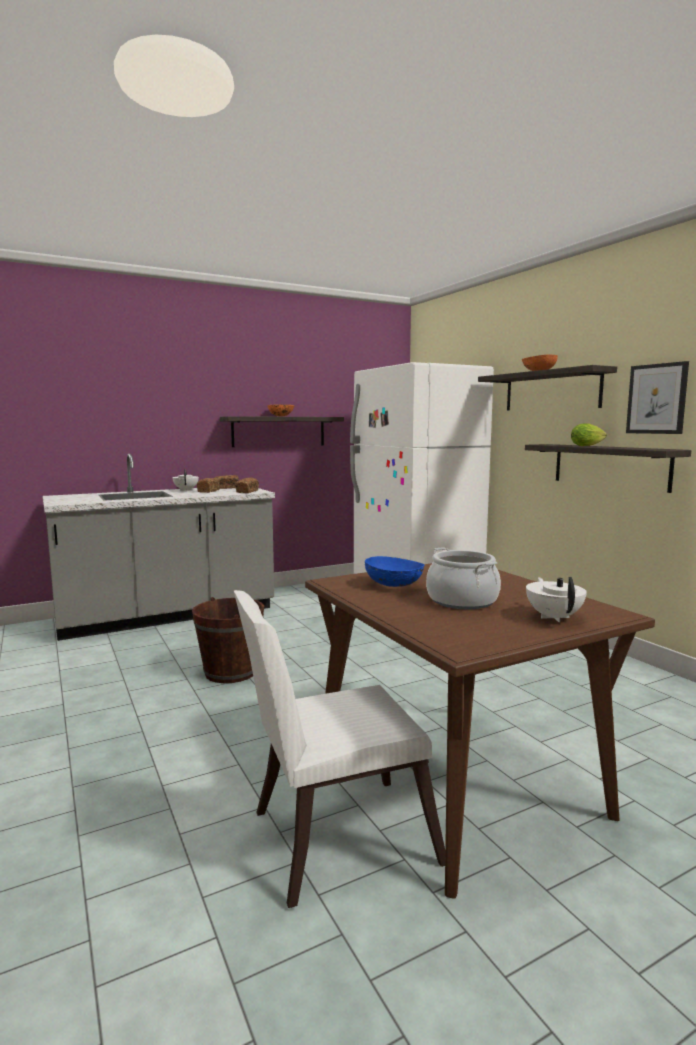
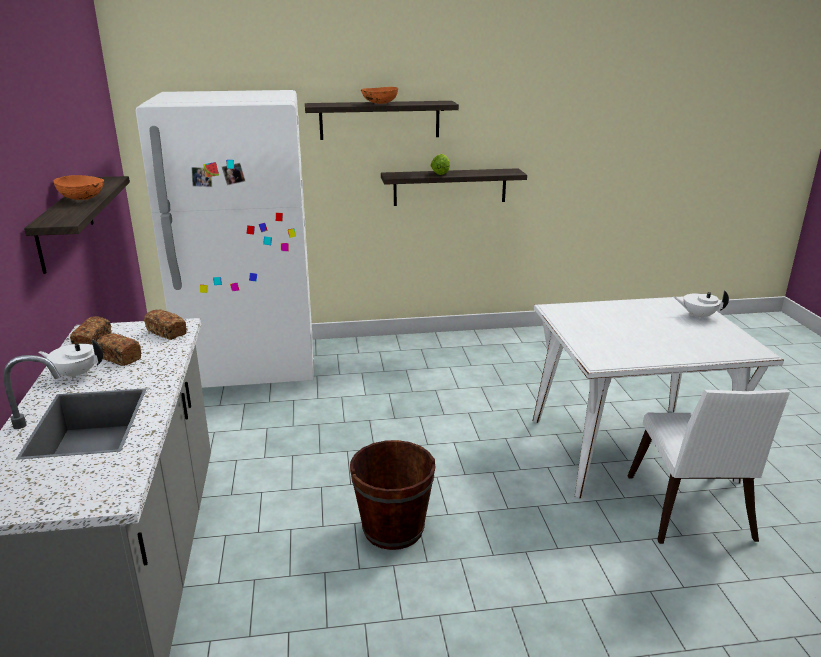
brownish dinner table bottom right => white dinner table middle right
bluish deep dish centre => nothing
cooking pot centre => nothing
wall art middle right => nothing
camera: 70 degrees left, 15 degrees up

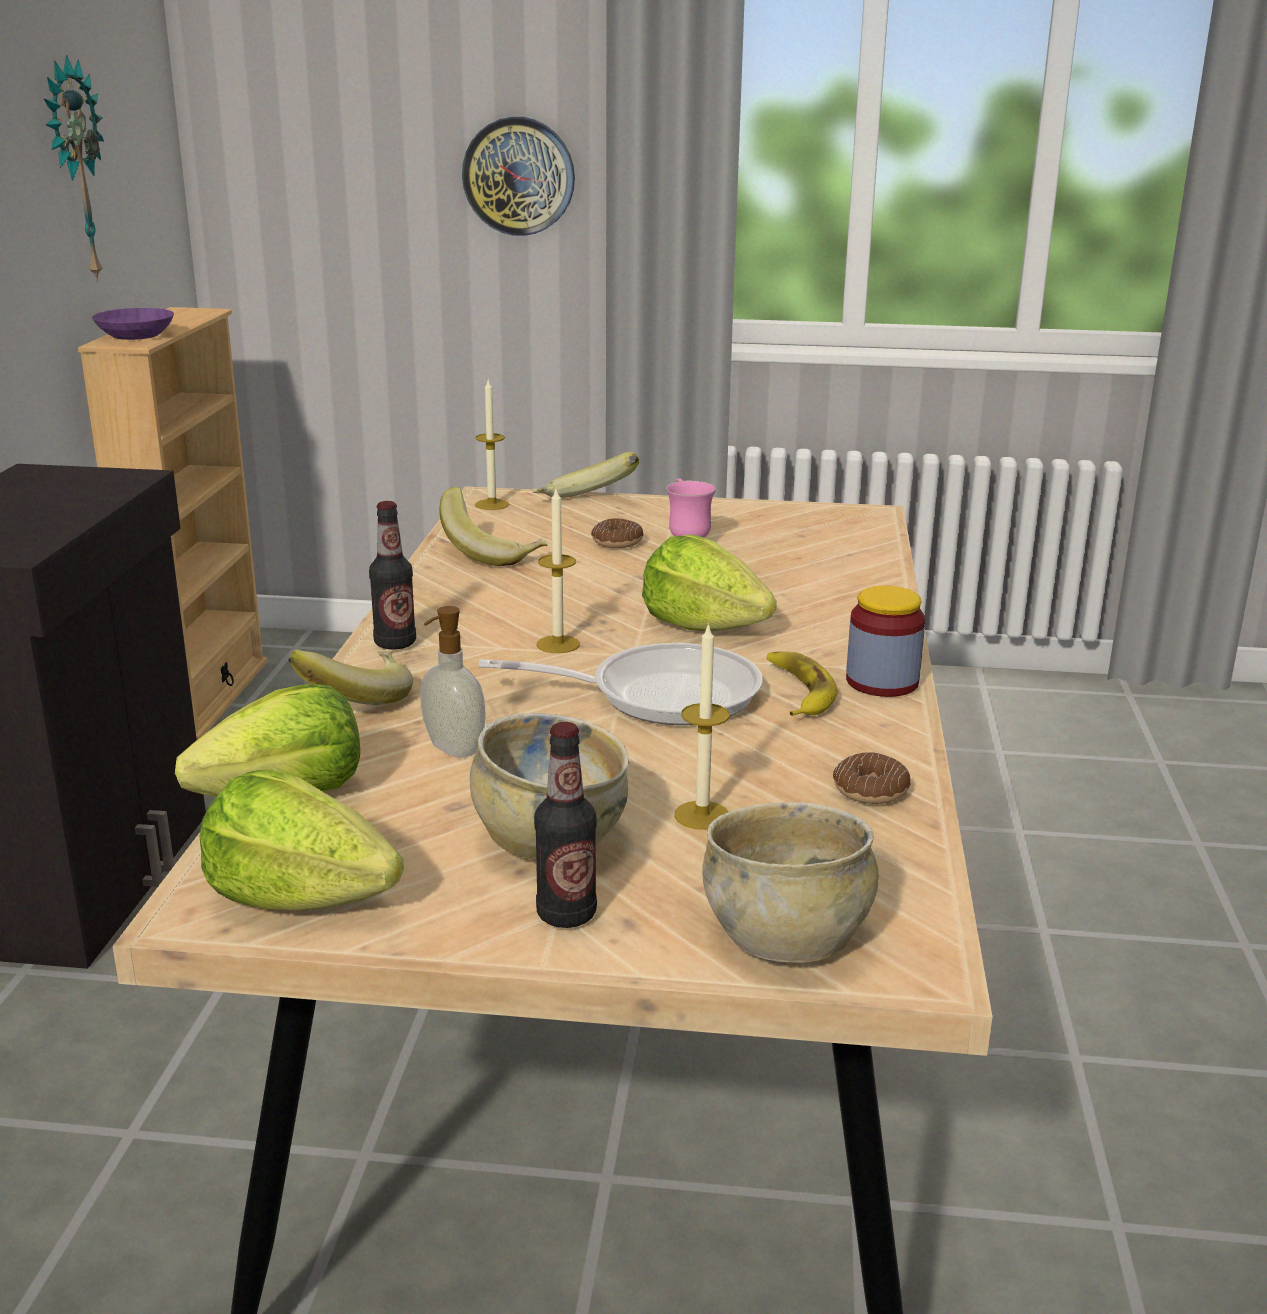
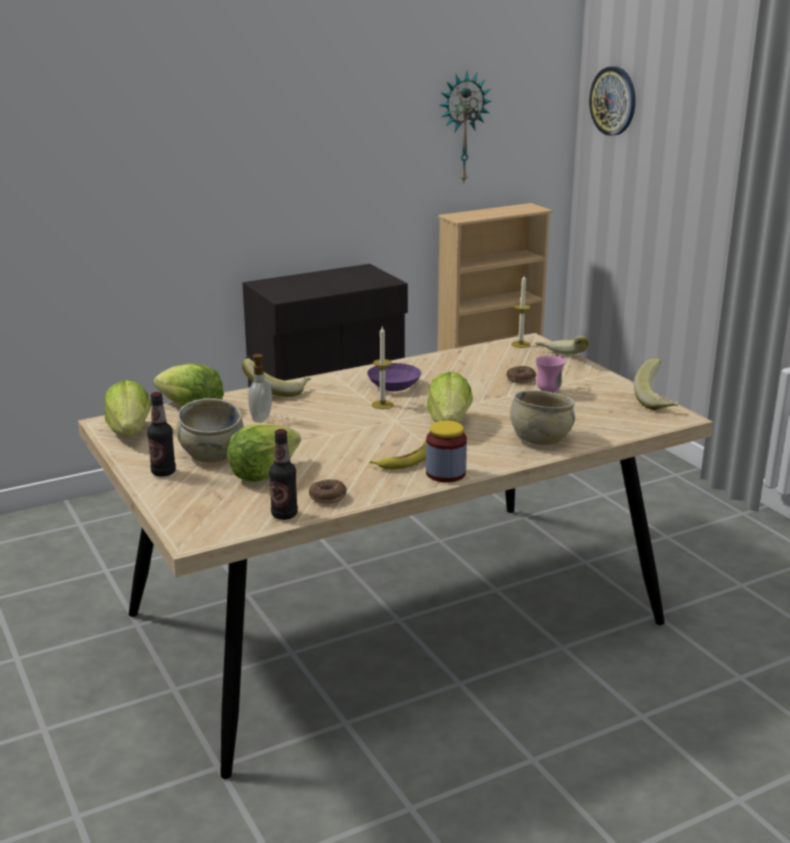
wax candle (no. 3 from left) centre => lettuce head (no. 3 from left) centre
drink bottle (no. 1 from left in the first image) middle left => drink bottle (no. 2 from left) centre, relocated
purple deep dish top left => purple deep dish centre, relocated
sand-coloured deep dish (no. 2 from left) bottom centre => sand-coloured deep dish (no. 2 from left) middle right, relocated
hanging clock (no. 2 from left) top centre => hanging clock (no. 2 from left) top right, relocated
whole banana (no. 2 from left in the first image) centre => whole banana (no. 4 from left) middle right, relocated
frying pan centre => nothing
camera: 55 degrees right, 0 degrees up

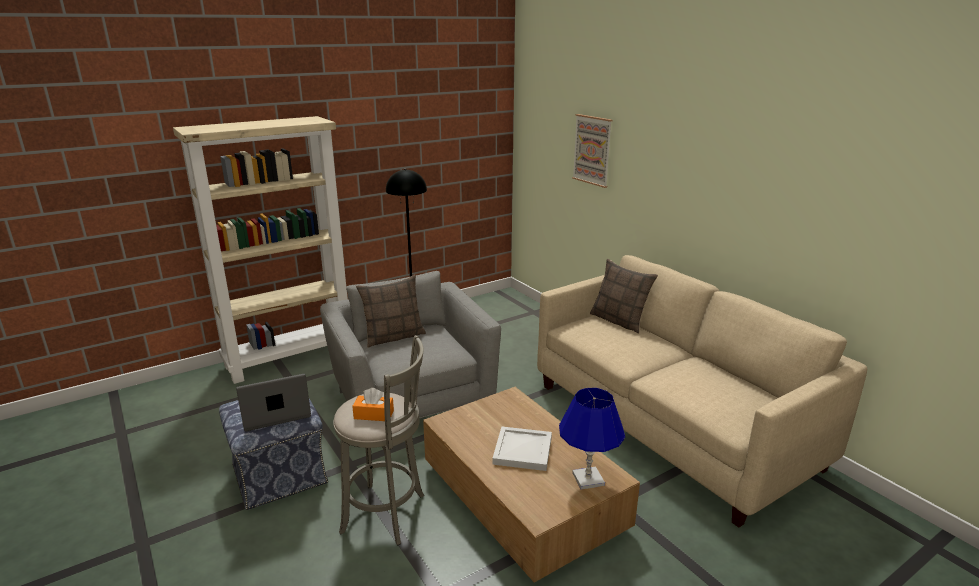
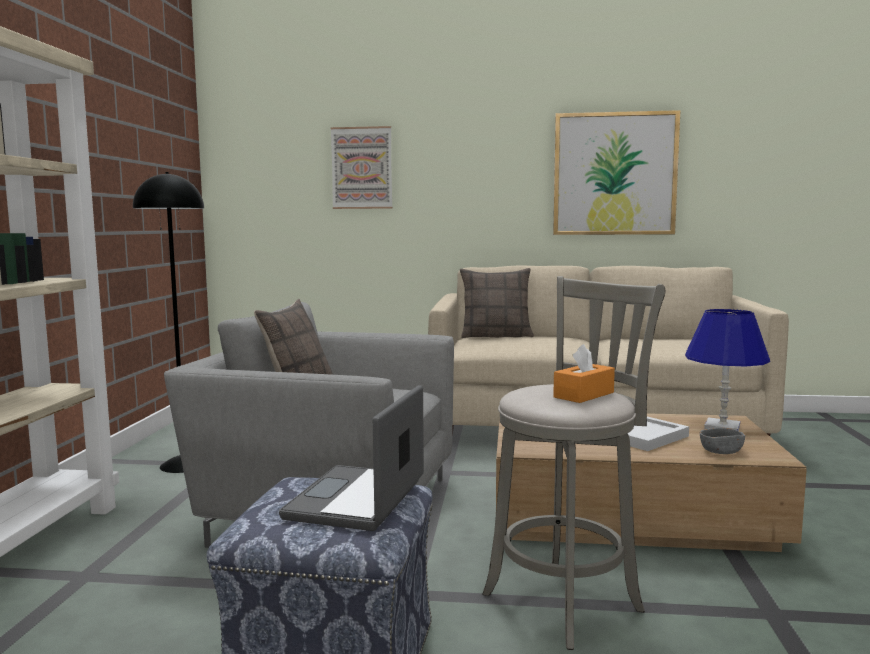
nothing => wall art (no. 2 from left) top right
nothing => gray deep dish bottom right
camera: 50 degrees left, 15 degrees down

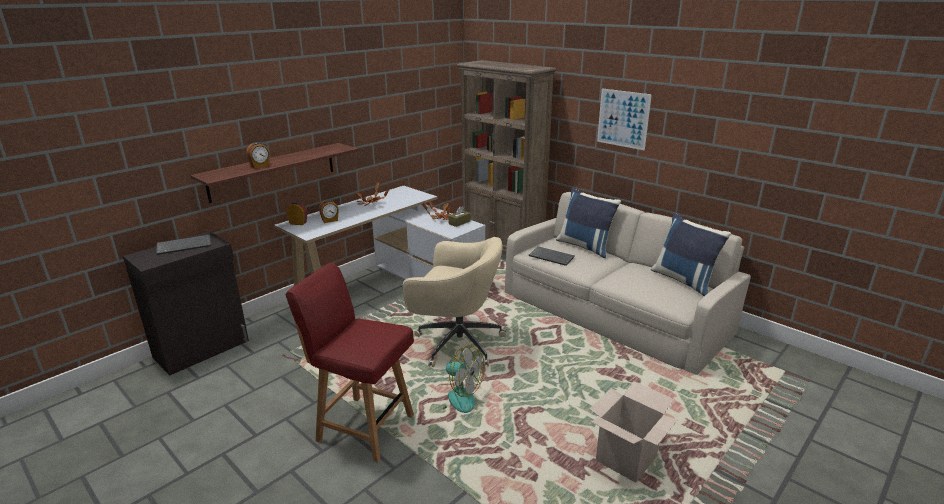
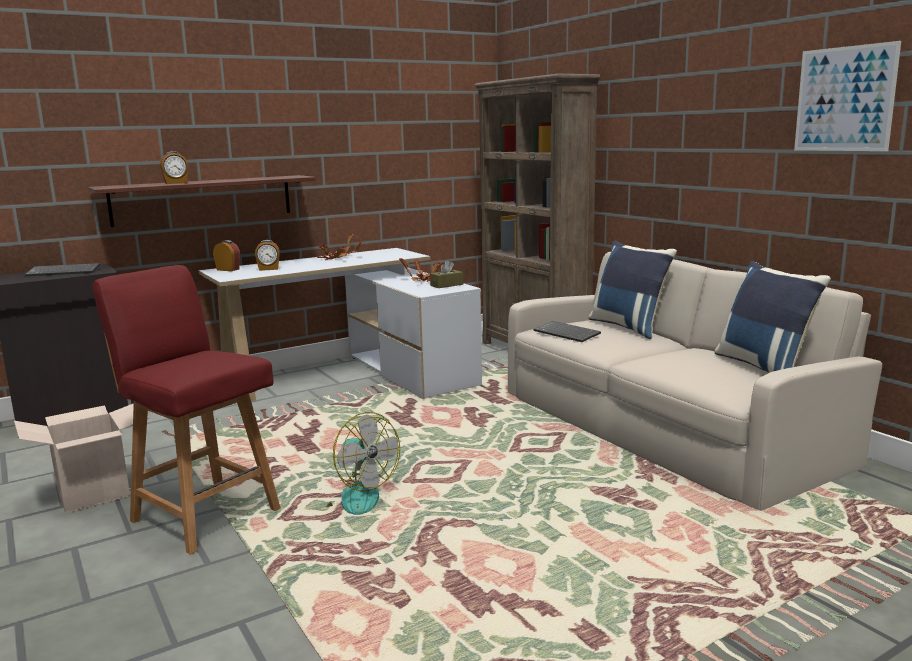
packing box bottom right => packing box bottom left, relocated
wall art top centre => wall art top right, relocated
sand-coloured office chair centre => nothing
camera: 15 degrees right, 10 degrees down

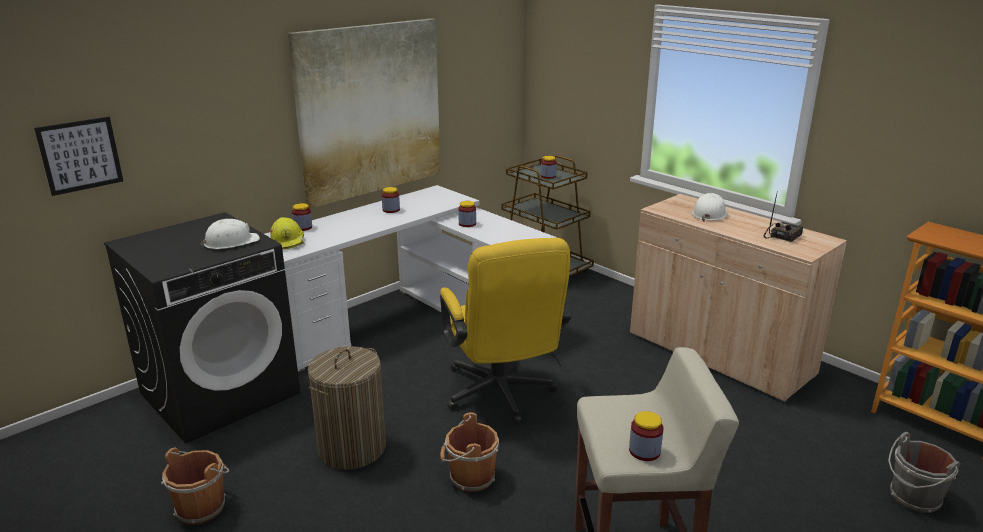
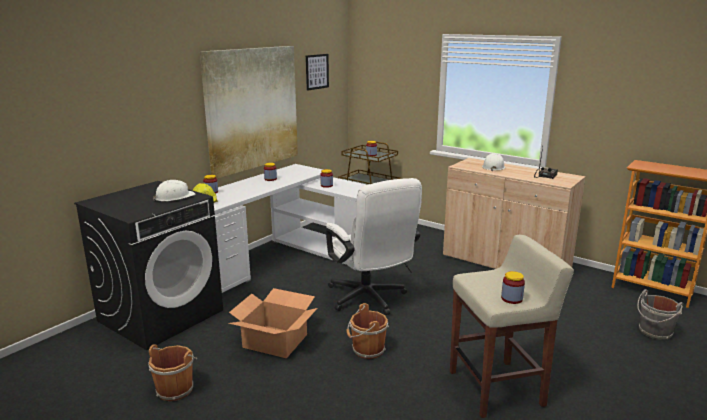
laundry basket bottom centre => packing box bottom centre
wall art (no. 1 from left in the first image) top left => wall art (no. 2 from left) top centre, relocated
yellow office chair centre => white office chair centre
camera: 10 degrees left, 5 degrees down

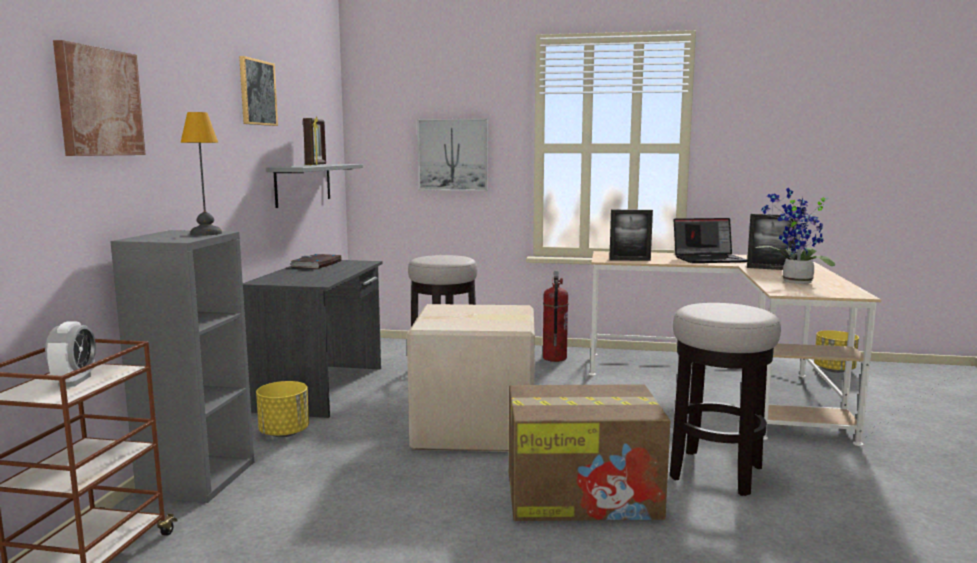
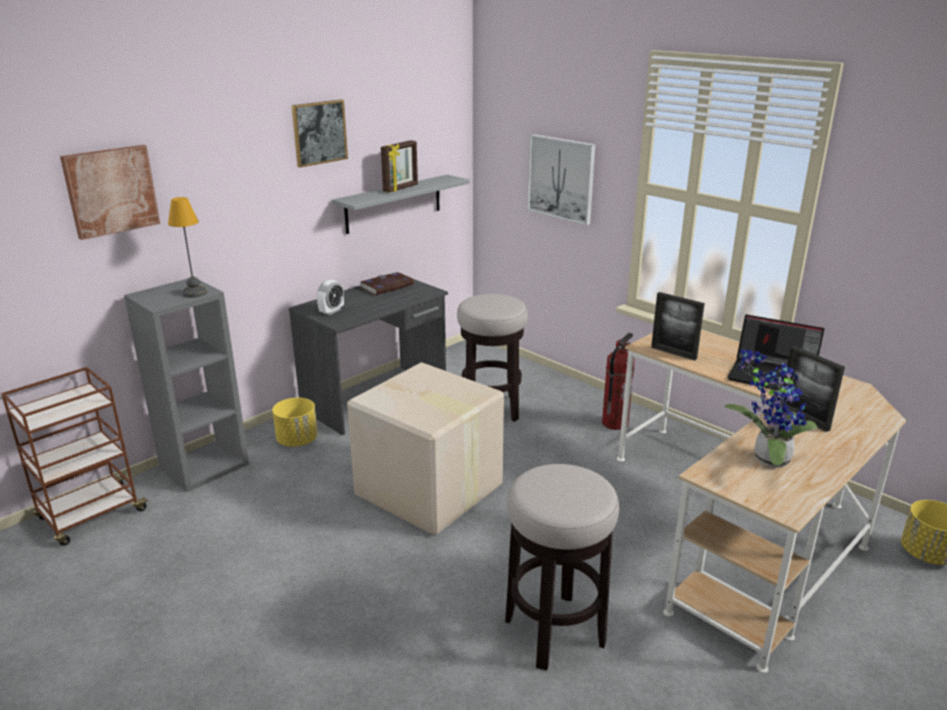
table clock middle left => table clock centre, relocated
packing box (no. 2 from left) bottom centre => nothing
camera: 35 degrees right, 15 degrees up

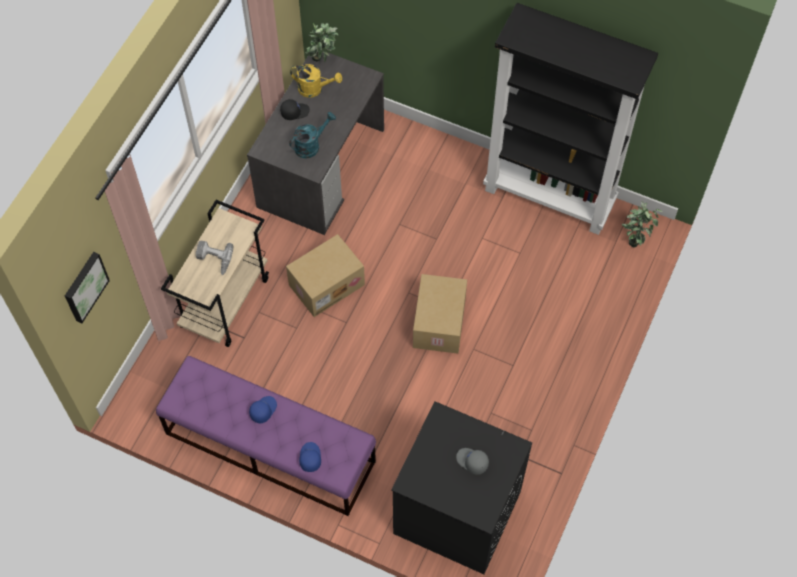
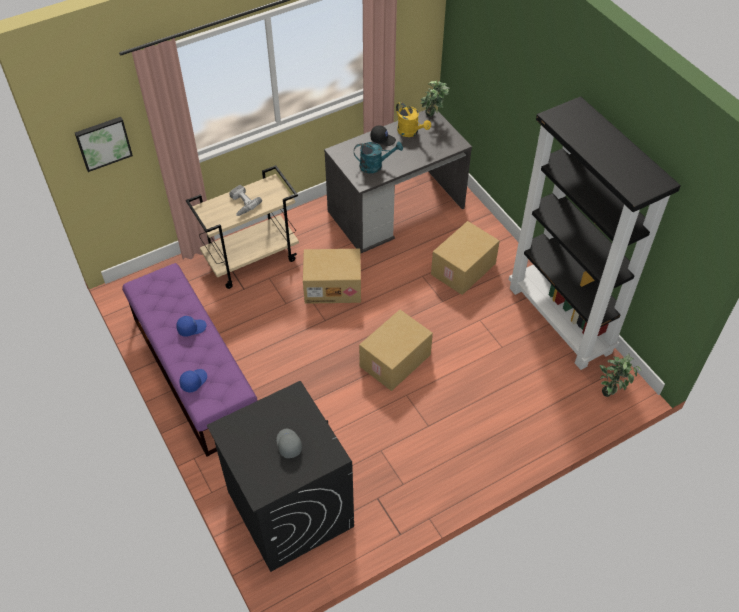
nothing => packing box (no. 3 from left) centre
camera: 35 degrees right, 10 degrees down

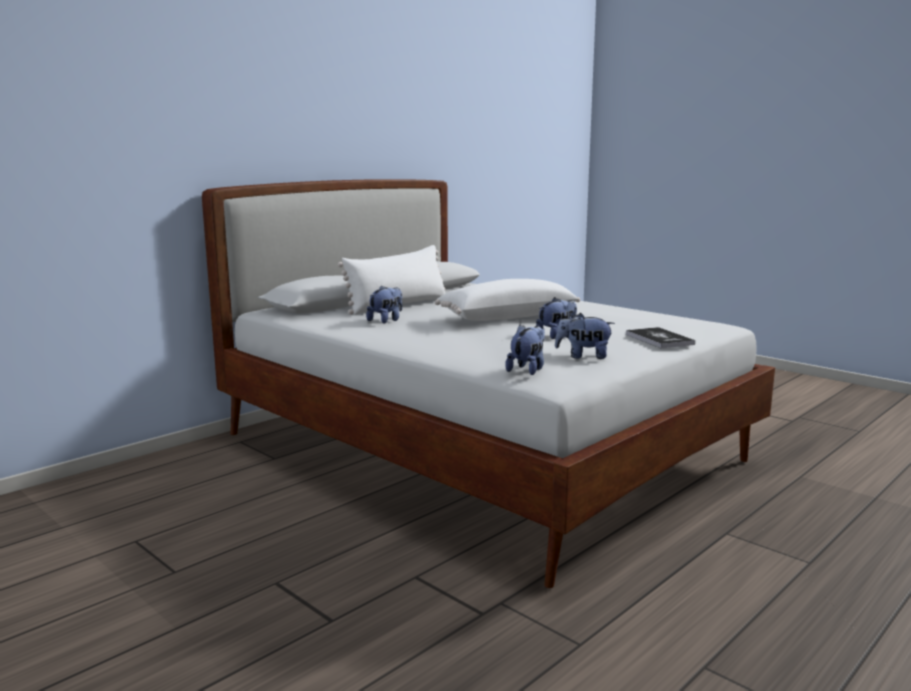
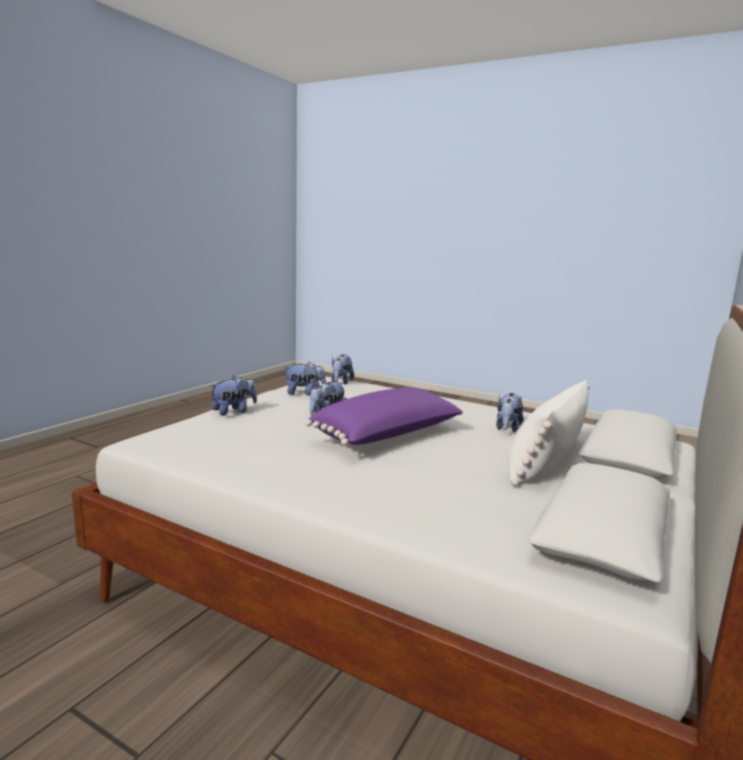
bound book middle right => cuddly toy (no. 1 from left) middle left
white cushion (no. 2 from left) centre => purple cushion centre
camera: 165 degrees right, 0 degrees up

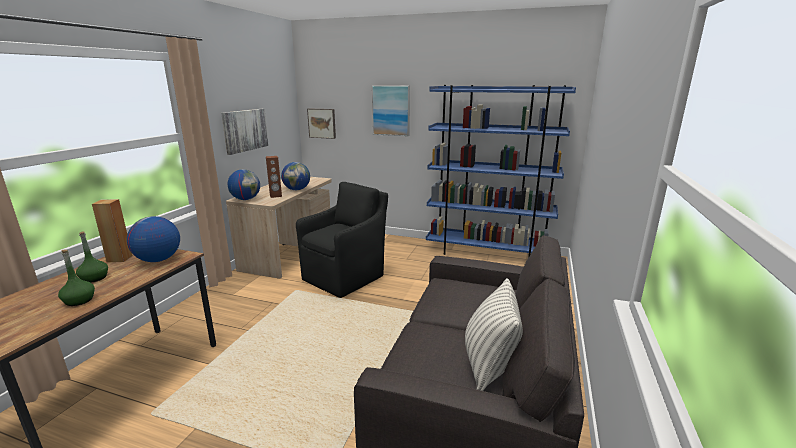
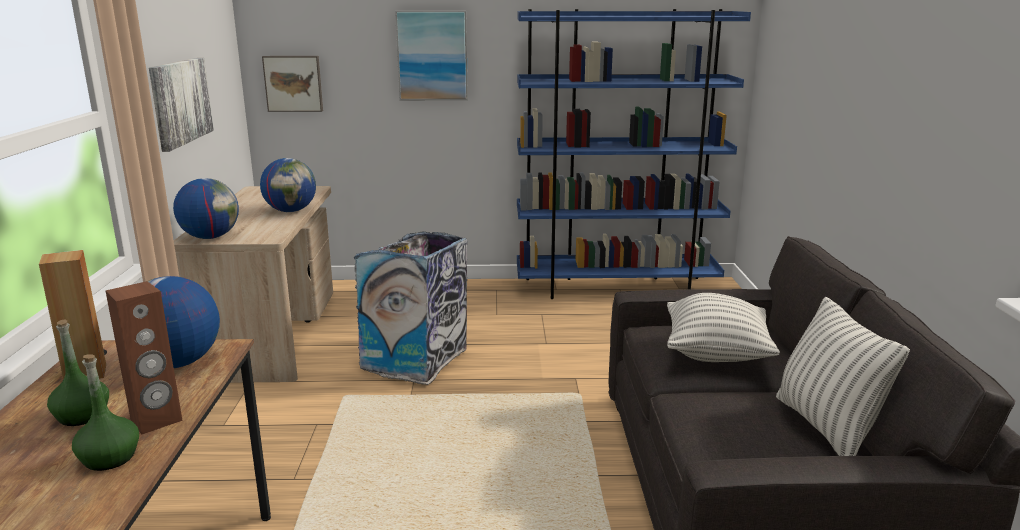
brownish speaker (no. 2 from left) centre => brownish speaker (no. 2 from left) bottom left, relocated
blackish armchair centre => trash can centre
nothing => cushion (no. 1 from left) middle right
camera: 20 degrees left, 0 degrees up

